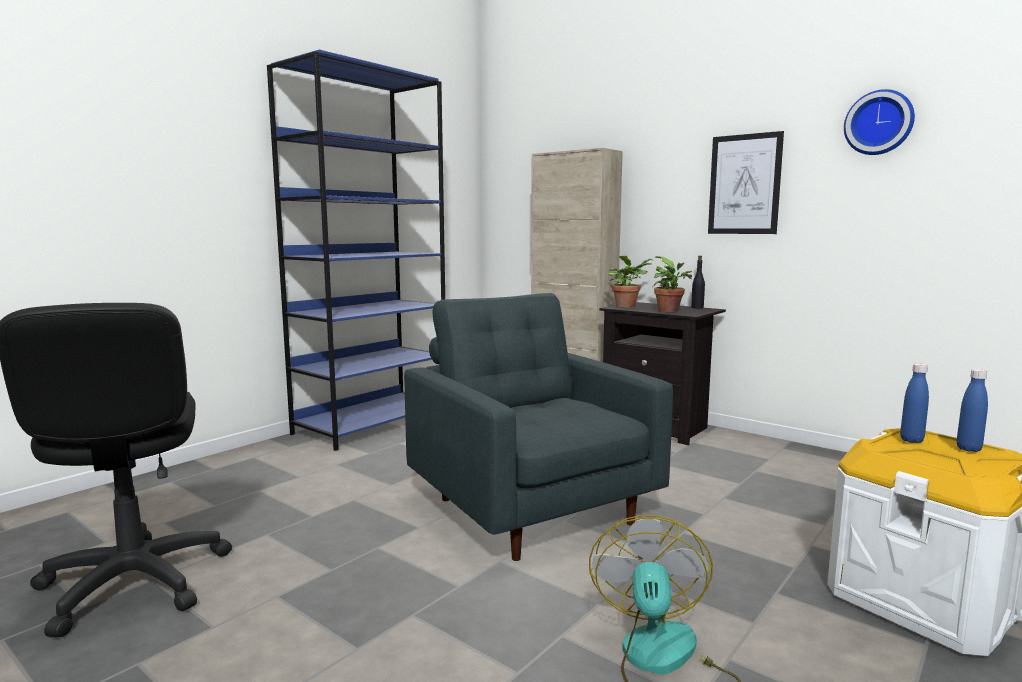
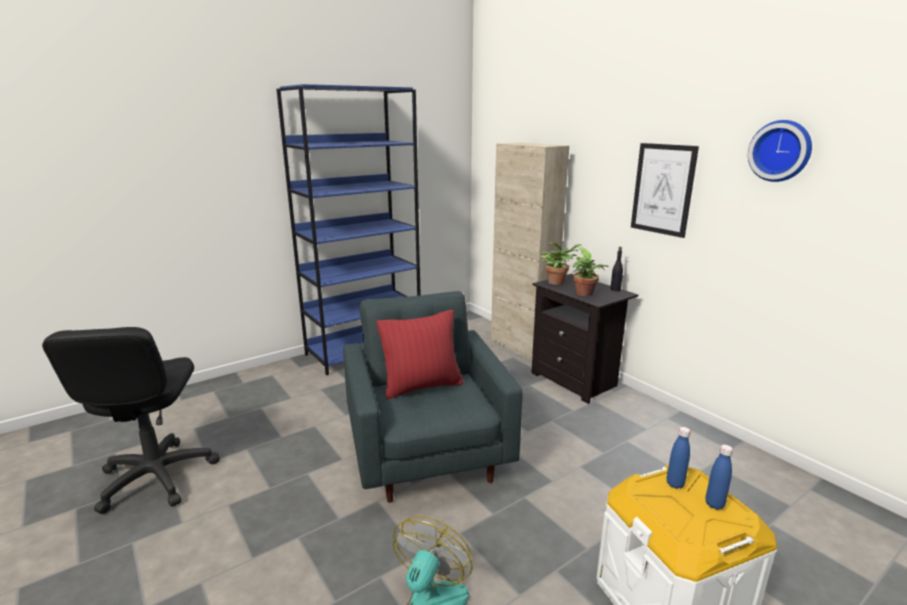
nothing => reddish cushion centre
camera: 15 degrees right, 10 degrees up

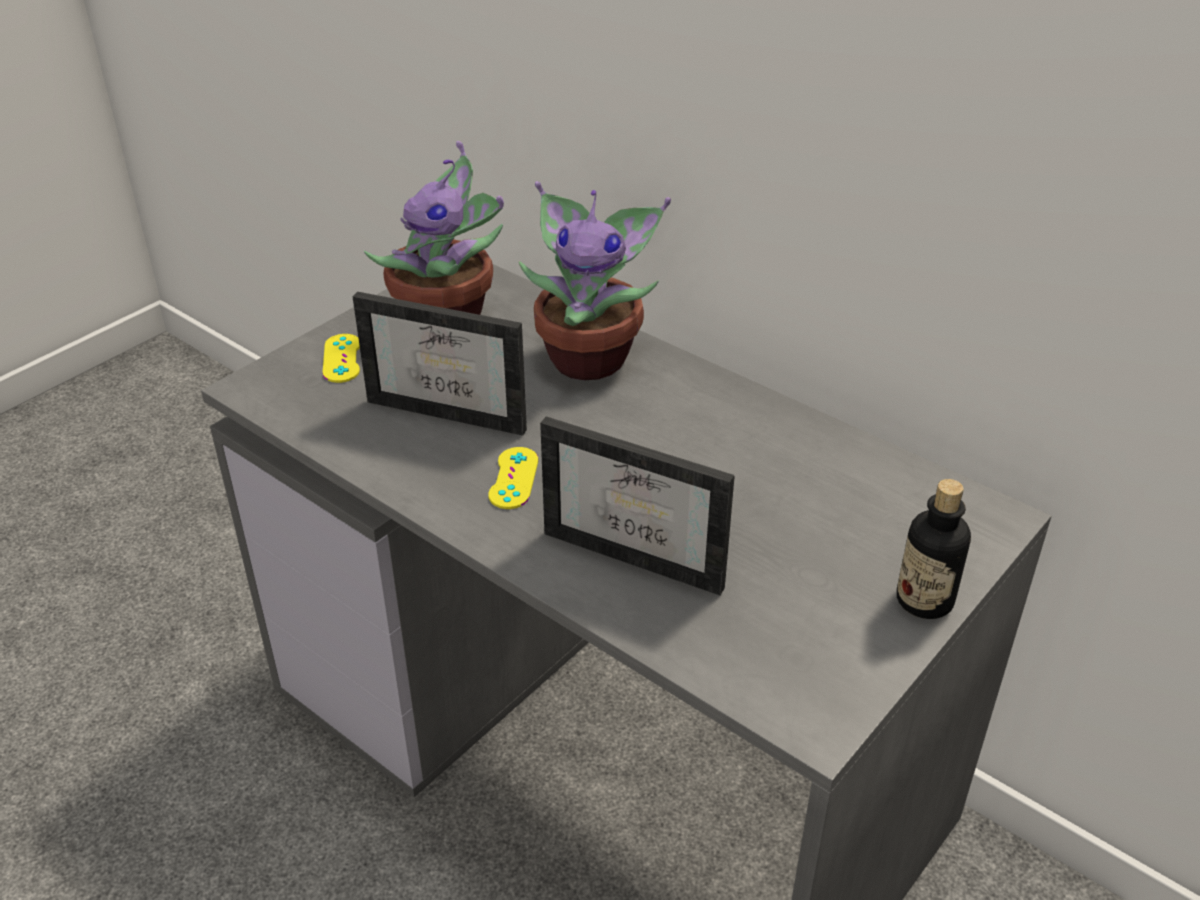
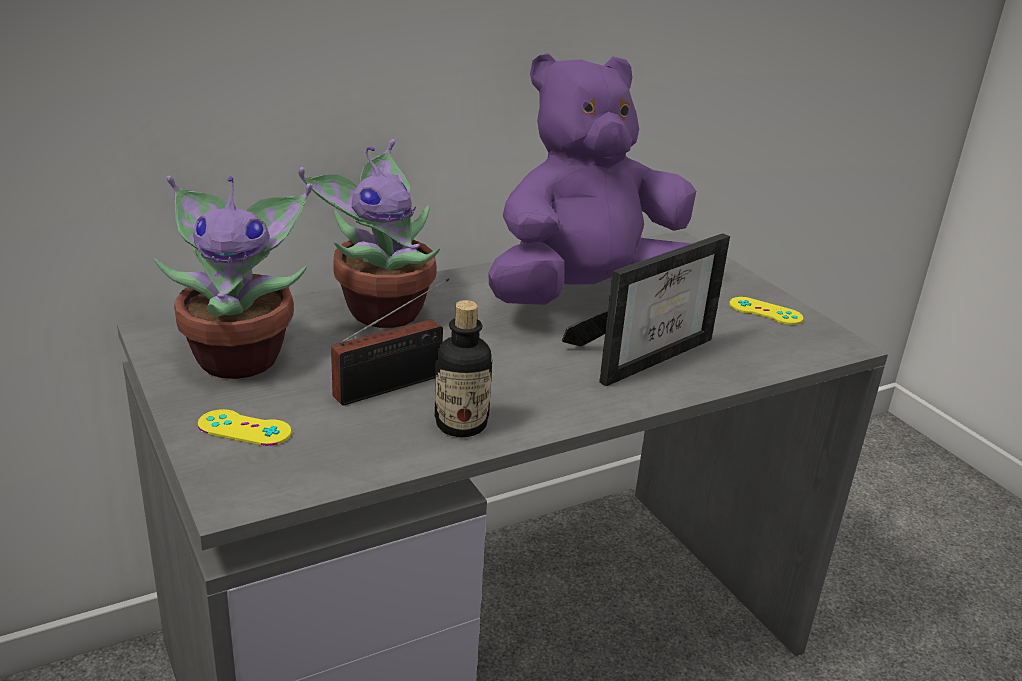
photo frame (no. 1 from left) centre => radio set centre
drink bottle middle right => drink bottle centre, relocated
nothing => purple cuddly toy top centre
yellow gamepad (no. 2 from left) centre => yellow gamepad (no. 2 from left) middle right, relocated
camera: 70 degrees left, 10 degrees down

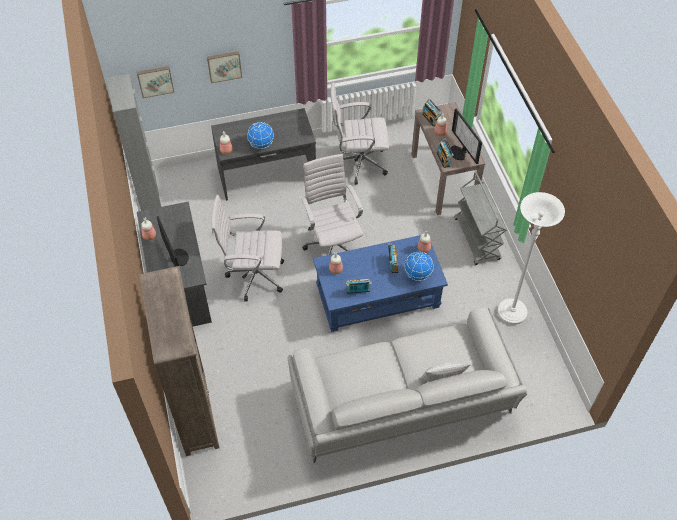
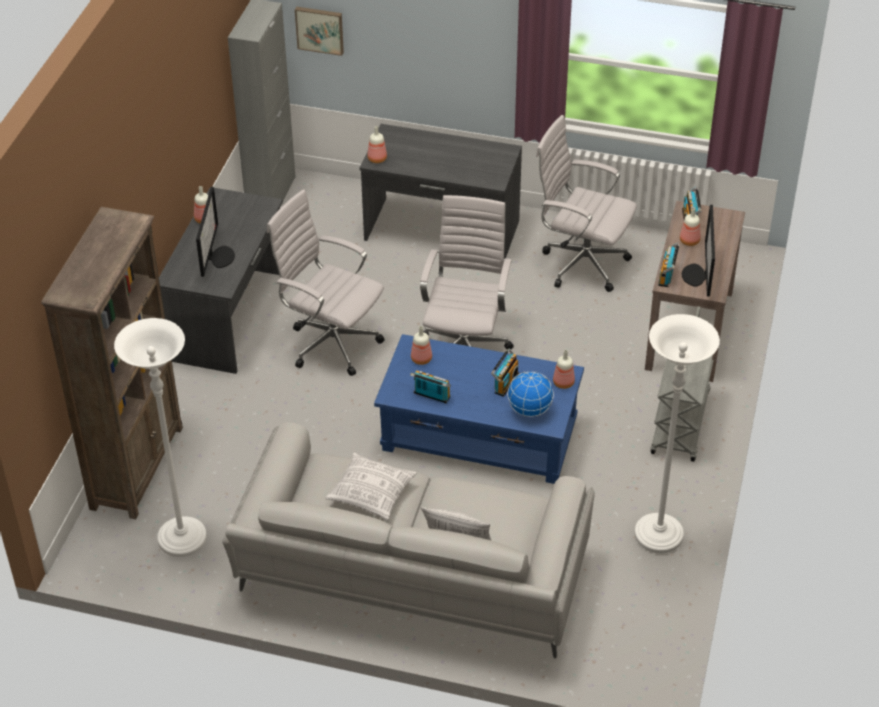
nothing => white standing lamp (no. 1 from left) middle left
nothing => cushion (no. 1 from left) bottom centre
wall art (no. 2 from left) top left => nothing
world globe (no. 1 from left) top centre => nothing
camera: 30 degrees right, 10 degrees down

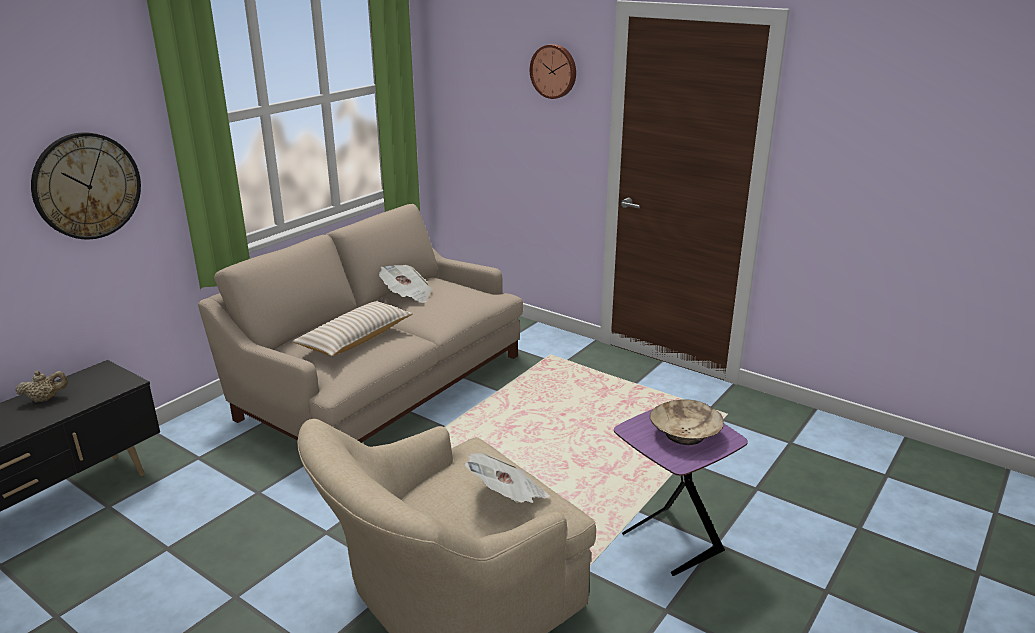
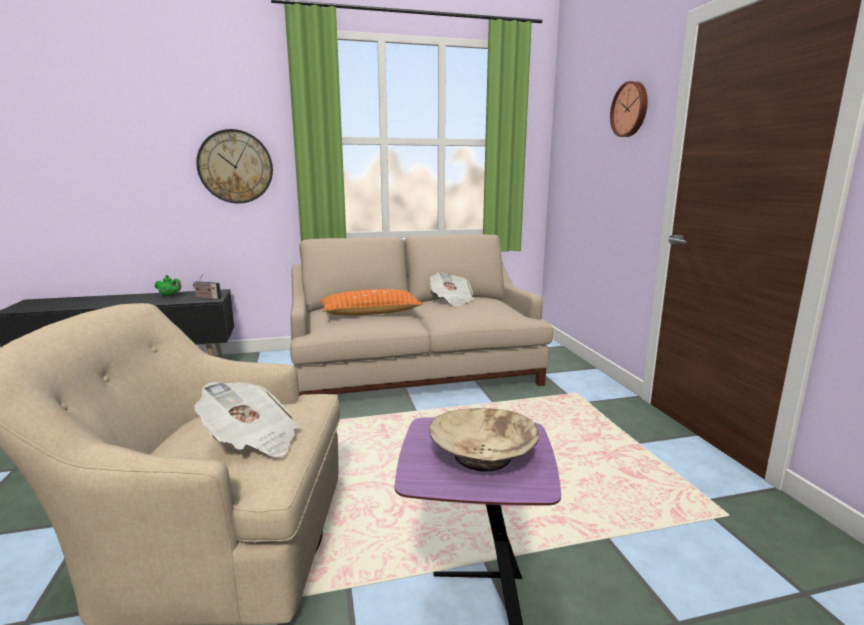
sand-coloured tea pot middle left => green-coloured tea pot middle left
nothing => radio set middle left
sand-coloured cushion centre => orange cushion centre
camera: 40 degrees right, 10 degrees down

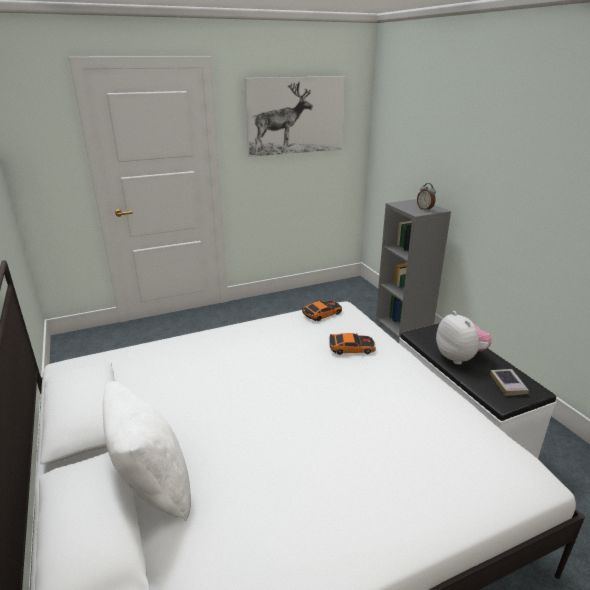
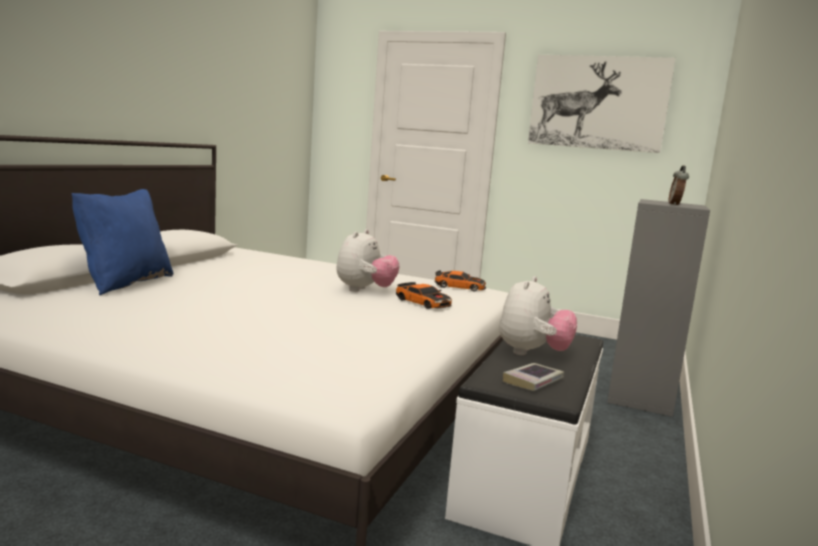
white cushion bottom left => bluish cushion middle left
nothing => cuddly toy (no. 1 from left) centre
camera: 45 degrees right, 15 degrees down

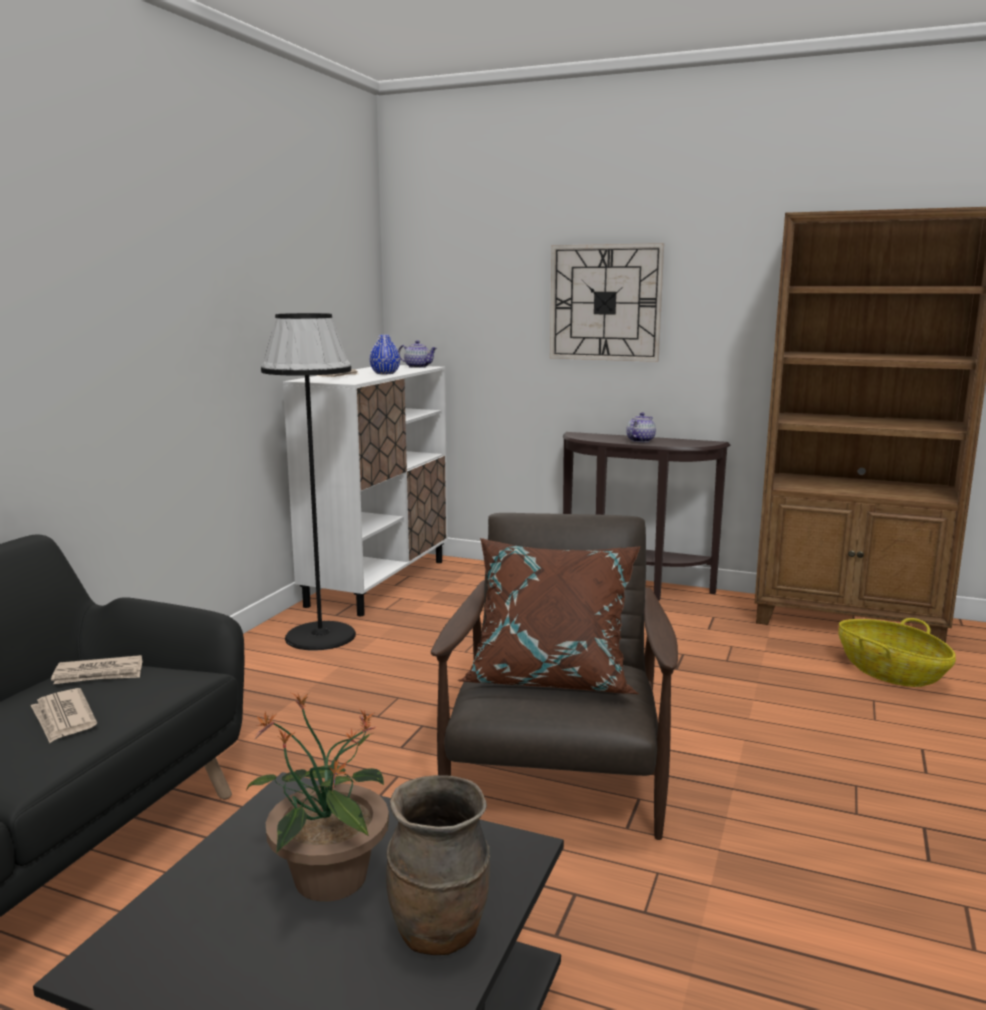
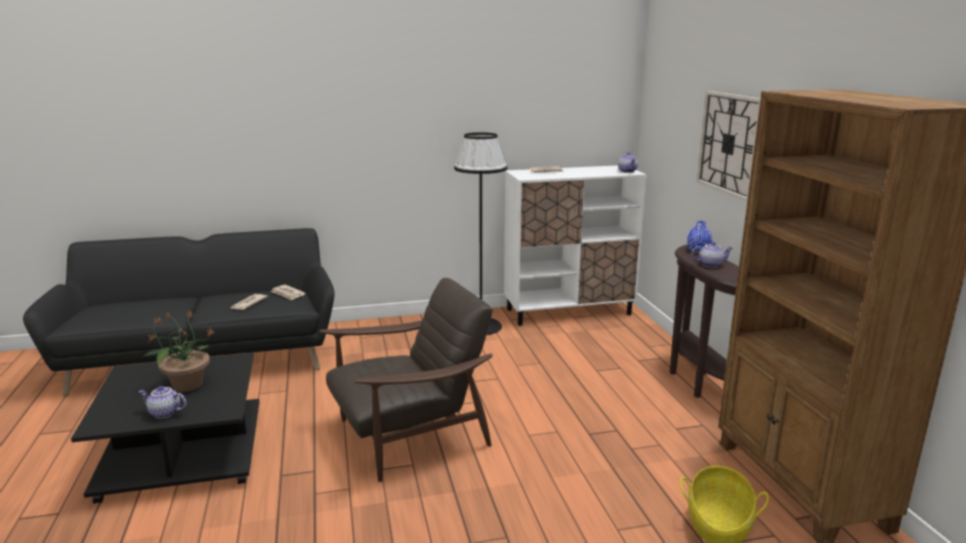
brownish decorative vase bottom centre => tea pot (no. 1 from left) bottom left
bluish decorative vase centre => bluish decorative vase middle right, relocated
brownish cushion centre => nothing
camera: 55 degrees right, 5 degrees up

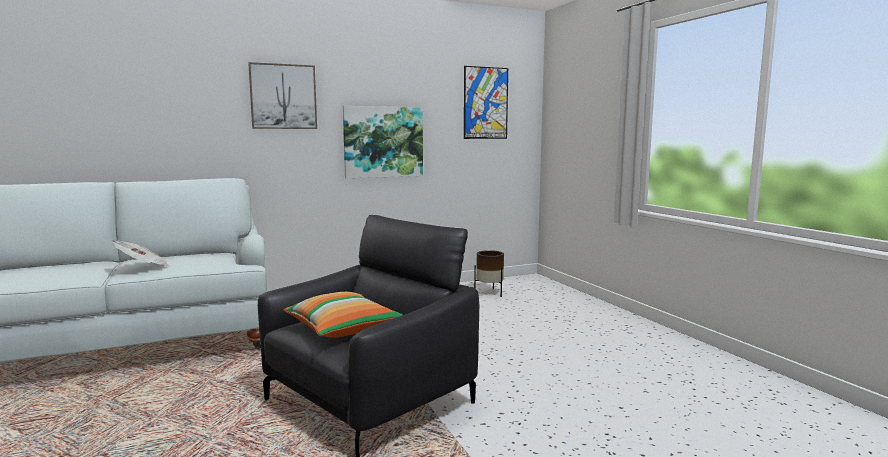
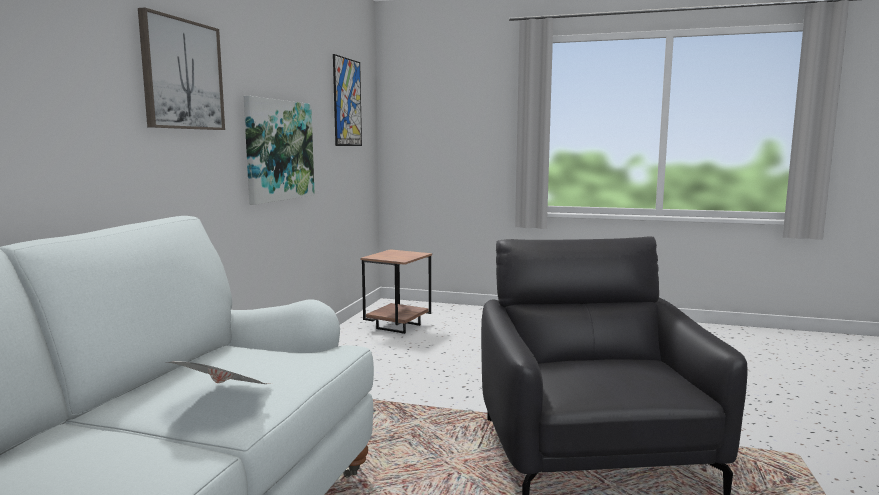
brownish planter centre => brownish accent table centre
cushion bottom centre => nothing
camera: 50 degrees left, 0 degrees up

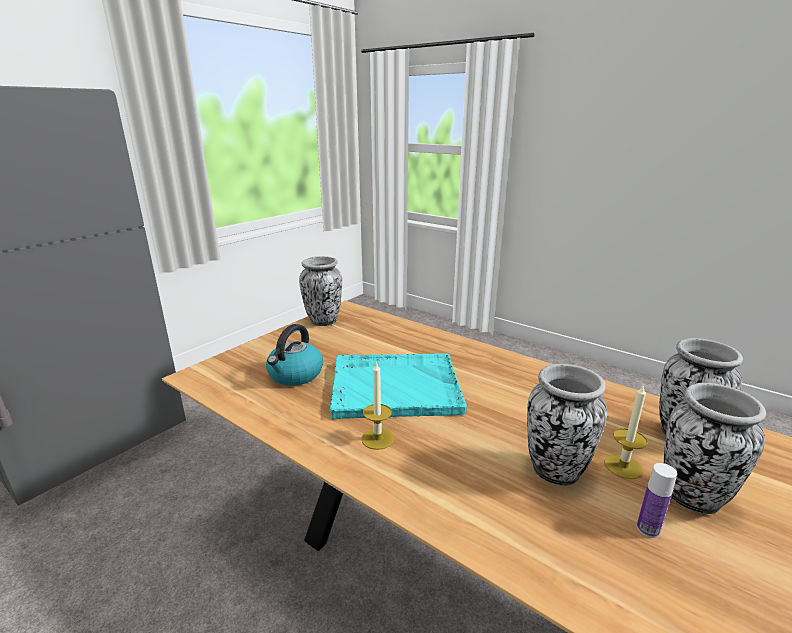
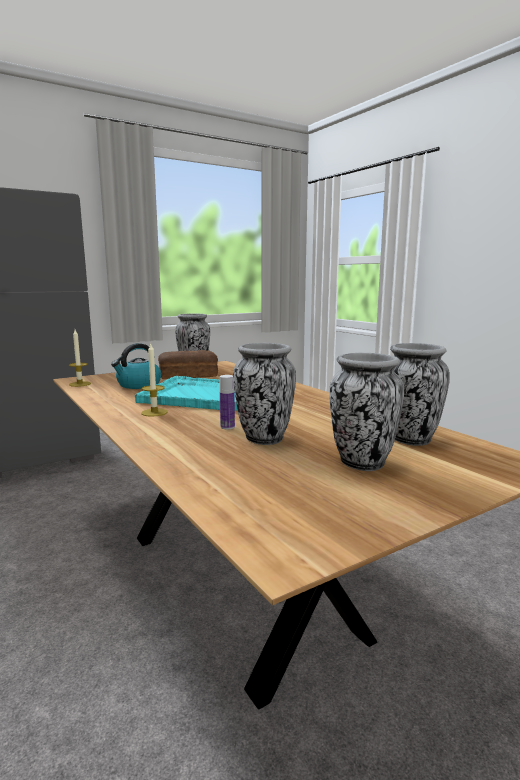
wax candle (no. 2 from left in the first image) bottom right => wax candle (no. 1 from left) middle left, relocated
nothing => bread centre
drink bottle bottom right => drink bottle centre, relocated
camera: 20 degrees right, 10 degrees down

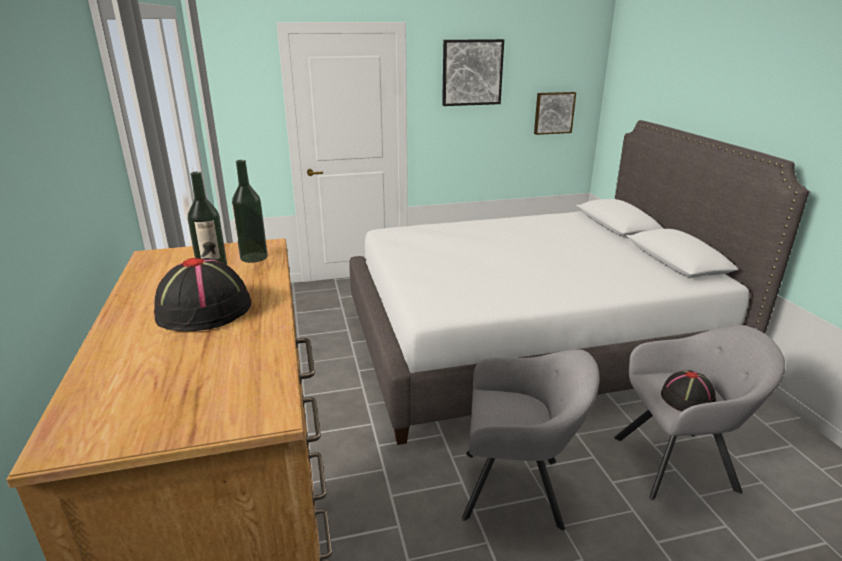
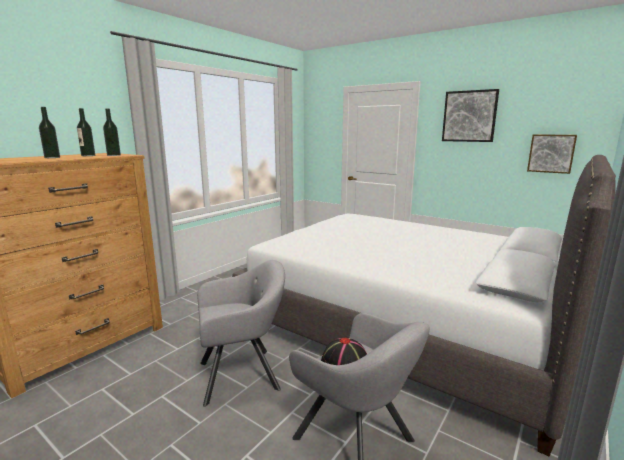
blackish wearable hat (no. 1 from left) middle left => drink bottle (no. 1 from left) top left
gray armchair (no. 1 from left) bottom centre, 75 degrees counterclockwise
camera: 50 degrees right, 10 degrees down

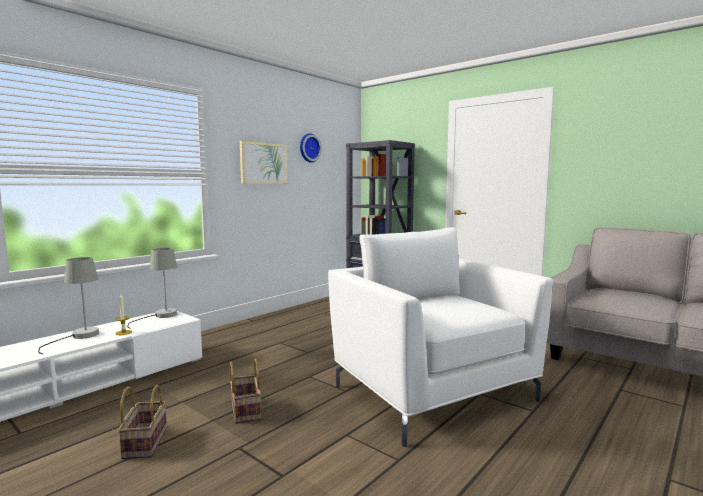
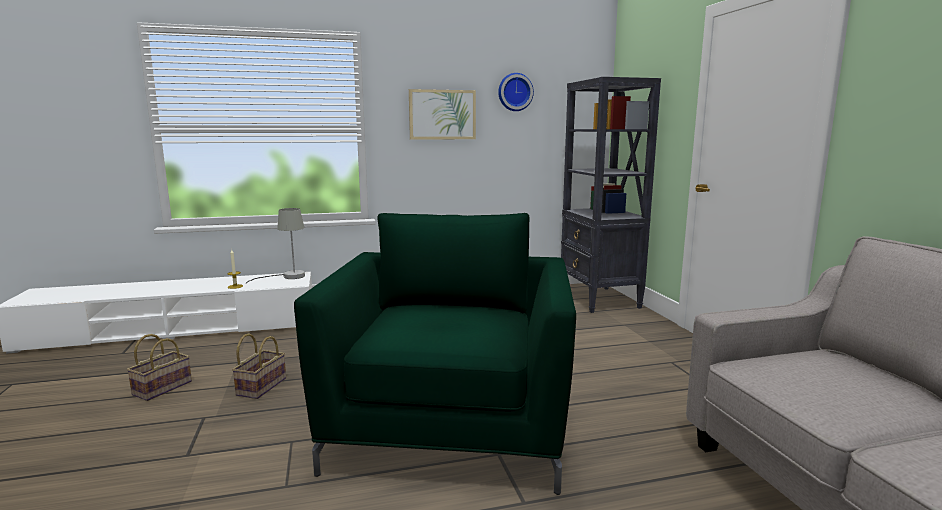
white armchair bottom centre => green-coloured armchair bottom centre
gray tabletop lamp (no. 1 from left) middle left => nothing
camera: 35 degrees right, 5 degrees up

